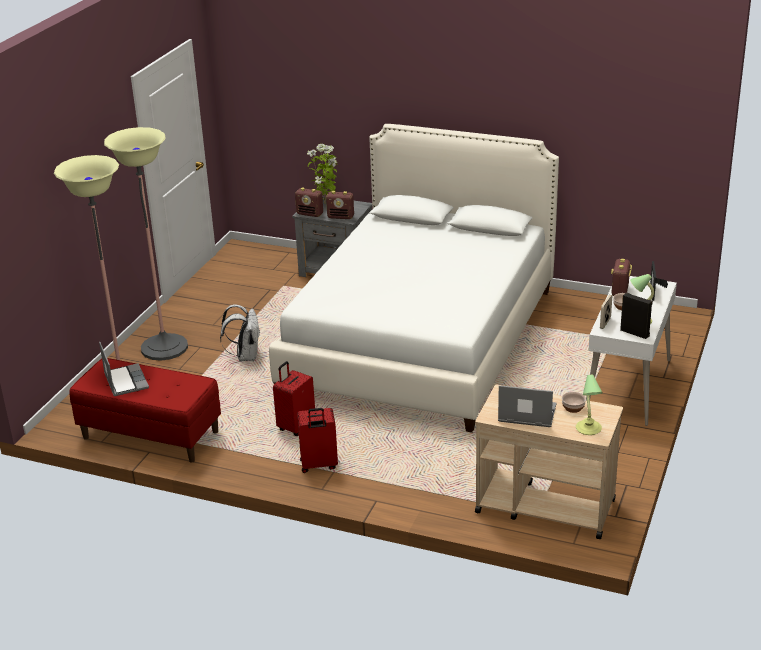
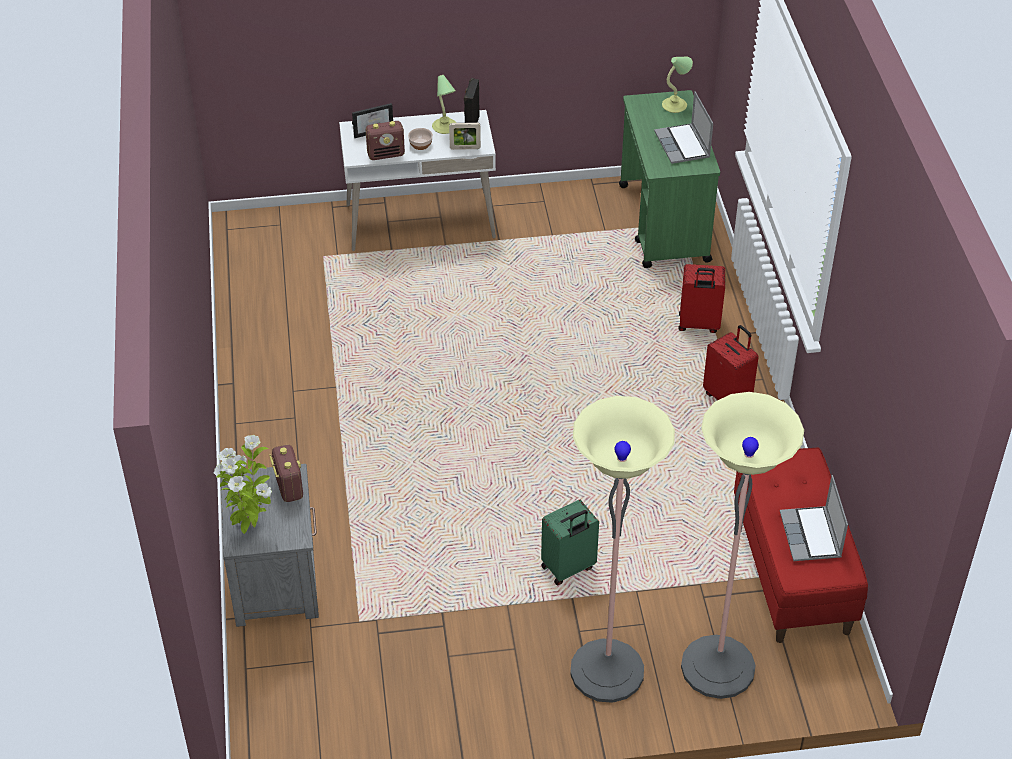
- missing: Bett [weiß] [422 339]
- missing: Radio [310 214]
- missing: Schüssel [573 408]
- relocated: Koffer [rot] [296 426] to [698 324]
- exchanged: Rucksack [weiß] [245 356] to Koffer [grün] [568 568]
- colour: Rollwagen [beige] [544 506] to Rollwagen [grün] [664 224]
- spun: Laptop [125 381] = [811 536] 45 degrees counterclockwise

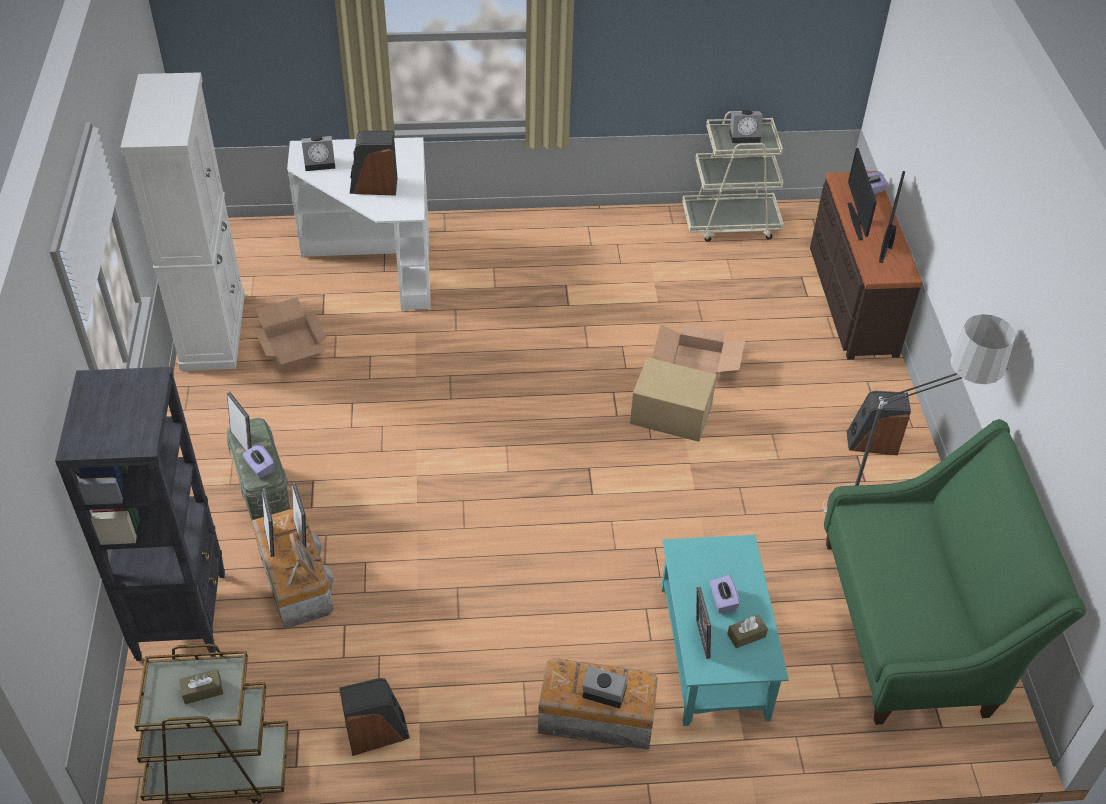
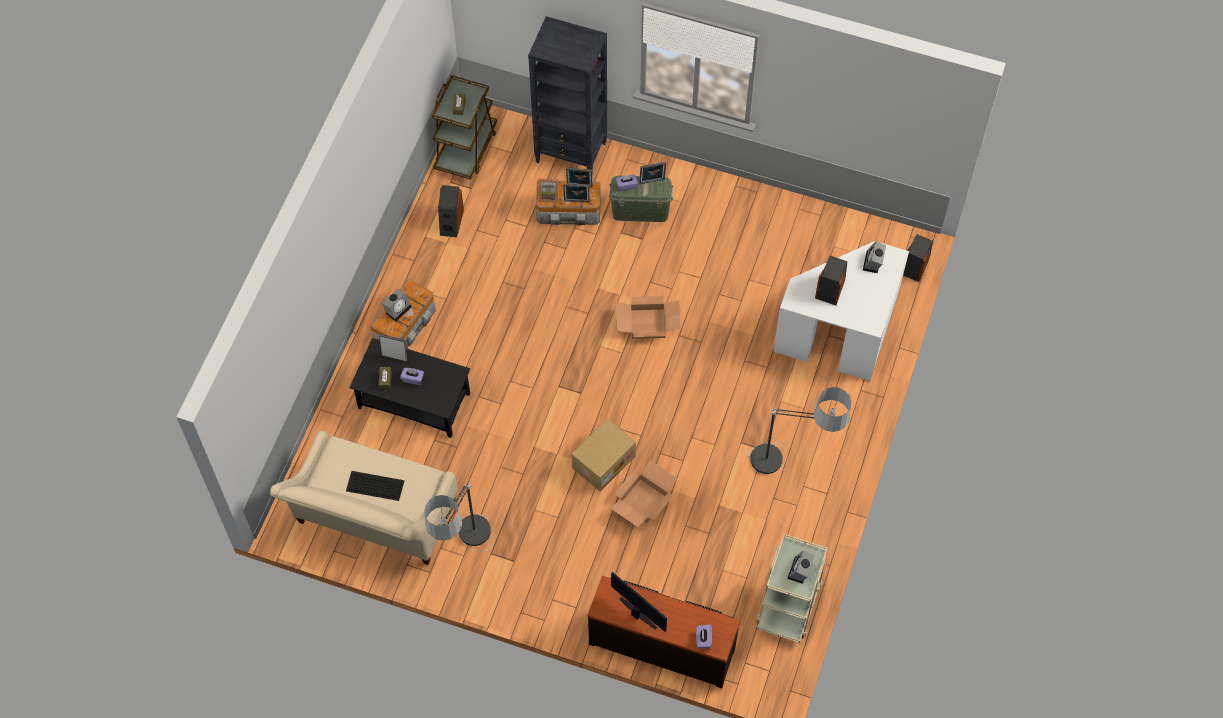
- missing: Schrank [weiß] [213 331]
- missing: Monitor [857 221]
- appeared: Tastatur [374 486]
- appeared: Stehlampe [791 467]
- relocated: Karton [291 347] to [648 323]
- relocated: Lautsprecher [872 442] to [915 265]
- colour: Couchtisch [türkis] [714 653] to Couchtisch [schwarz] [413 401]
- colour: Sofa [grün] [916 625] to Sofa [beige] [373 519]

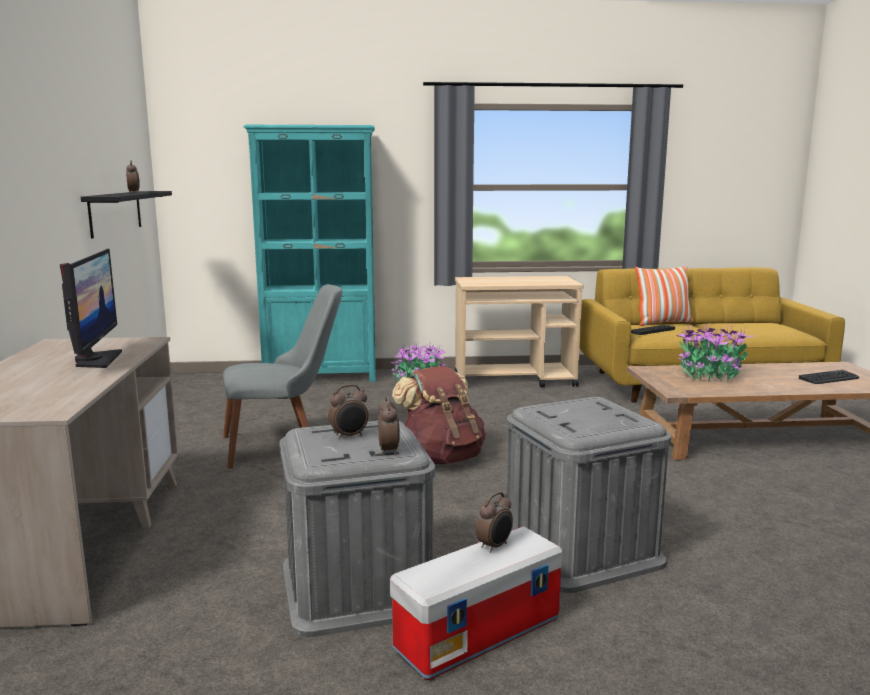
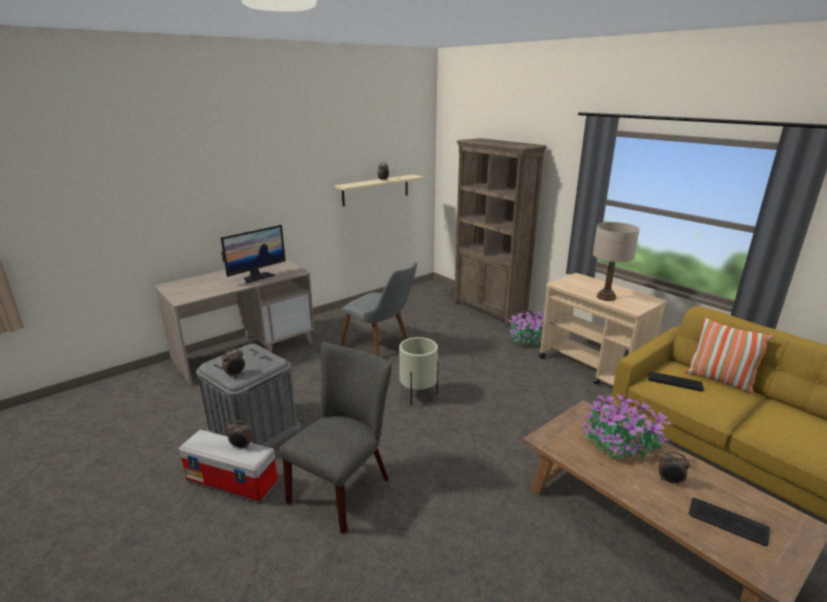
- appeared: Tischlampe [beige] [606 297]
- relocated: Wecker [349 436] to [670 481]
- exchanged: Rucksack [braun] [441 458] to Pflanzkübel [beige] [418 395]
- exchanged: Aufbewahrungsbox [grau] [579 549] to Stuhl [grau] [344 486]
- colour: Wandregal [schwarz] [115 212] to Wandregal [beige] [376 190]
- colour: Bücherregal [türkis] [321 376] to Bücherregal [braun] [489 310]

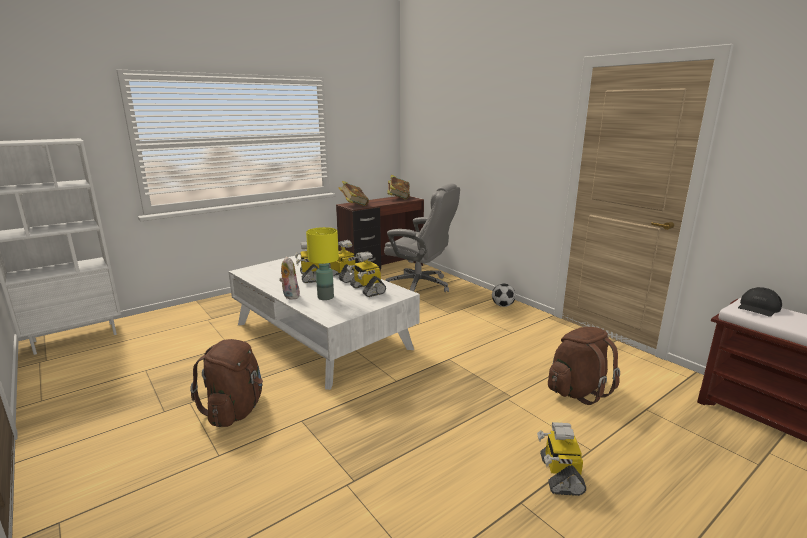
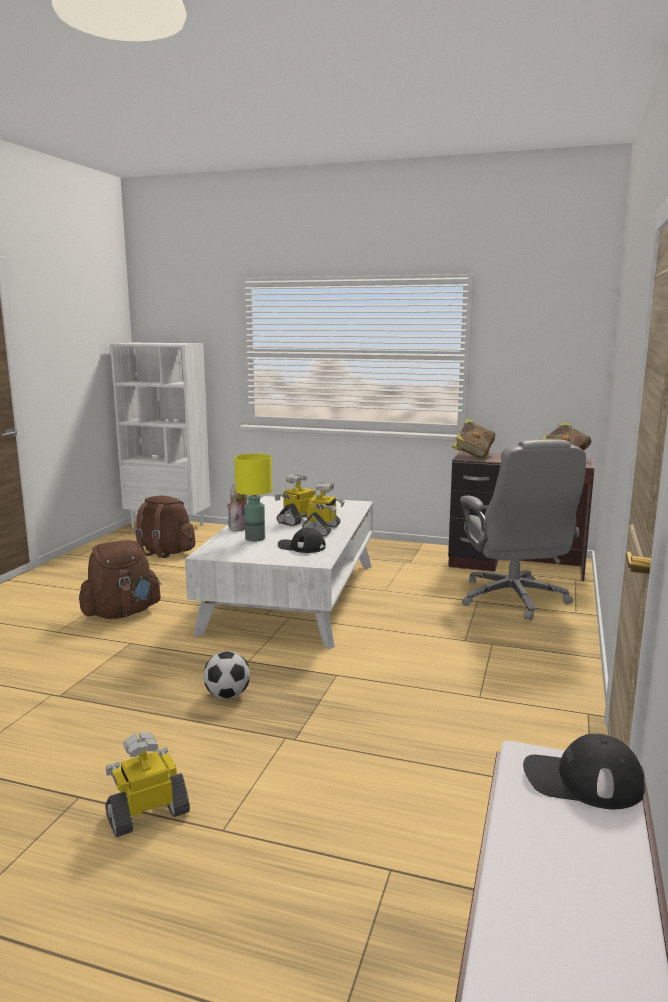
- relocated: Fußball [502 305] to [227 695]
- relocated: Rucksack [braun] [577 391] to [165 552]
- exchanged: Spielzeugroboter [367 290] to Kappe [schwarz] [301 547]

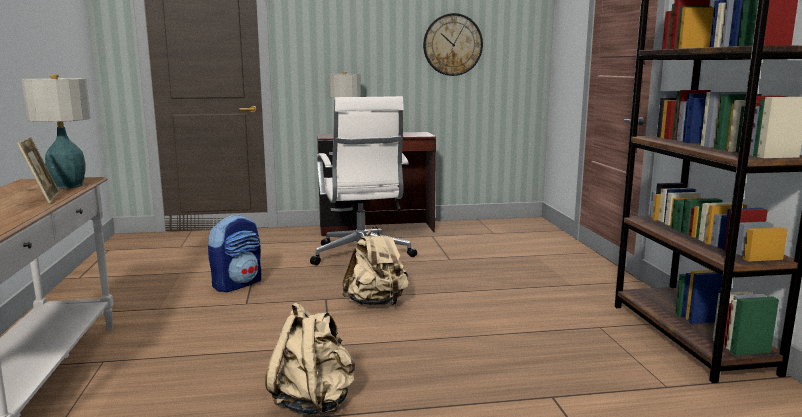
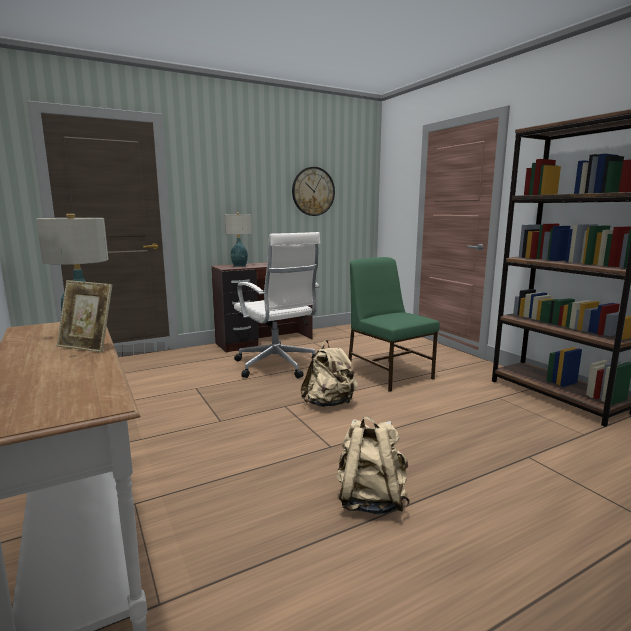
- missing: Rucksack [237 284]
- appeared: Stuhl [grün] [389 374]
- spun: Bilderrahmen [43 199] = [88 346] 150 degrees clockwise

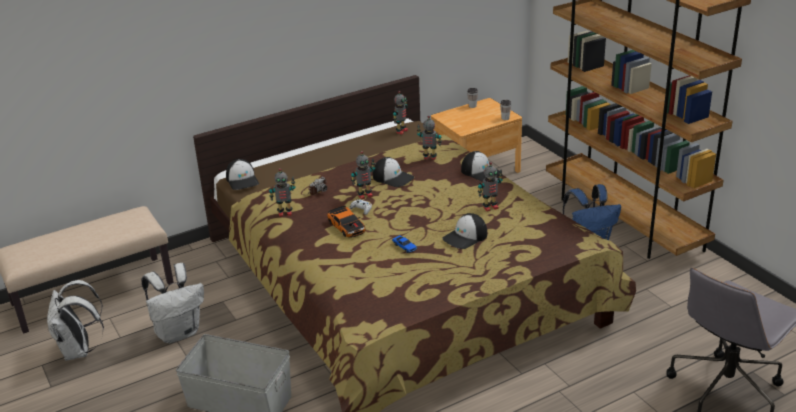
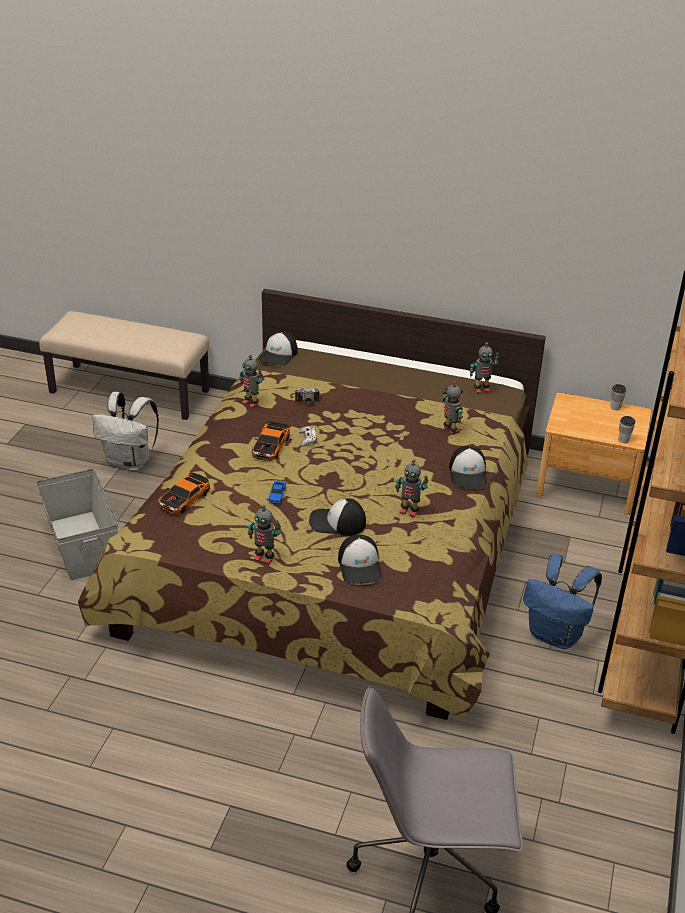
- missing: Rucksack [weiß] [79 351]
- appeared: Spielzeugauto [184 499]
- relocated: Spielzeugroboter [364 195] to [264 558]
- relocated: Kappe [393 177] to [360 566]

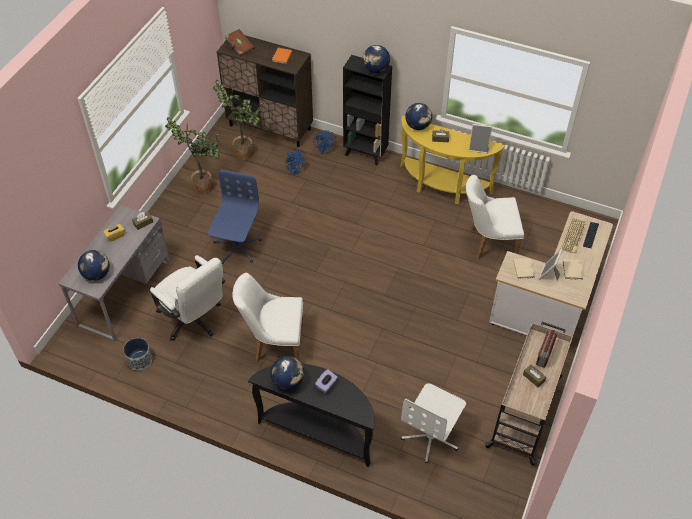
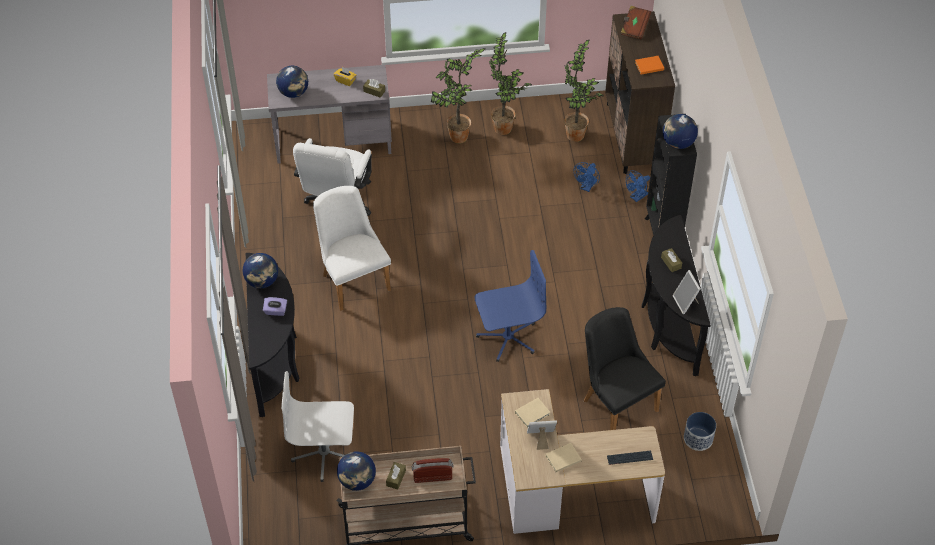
- missing: Tastatur [573 236]
- appeared: Topfpflanze [458 139]
- relocated: Pflanzkübel [140 360] to [698 439]
- relocated: Bürostuhl [blau] [236 247] to [507 337]
- relocated: Globus [418 126] to [357 481]
- colour: Konsolentisch [gelb] [442 187] to Konsolentisch [schwarz] [667 324]
- colour: Stuhl [weiß] [488 243] to Stuhl [schwarz] [615 401]

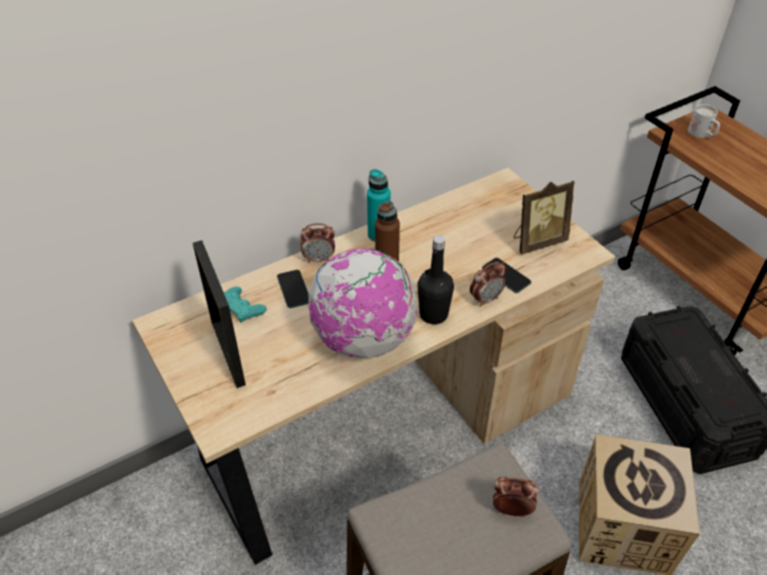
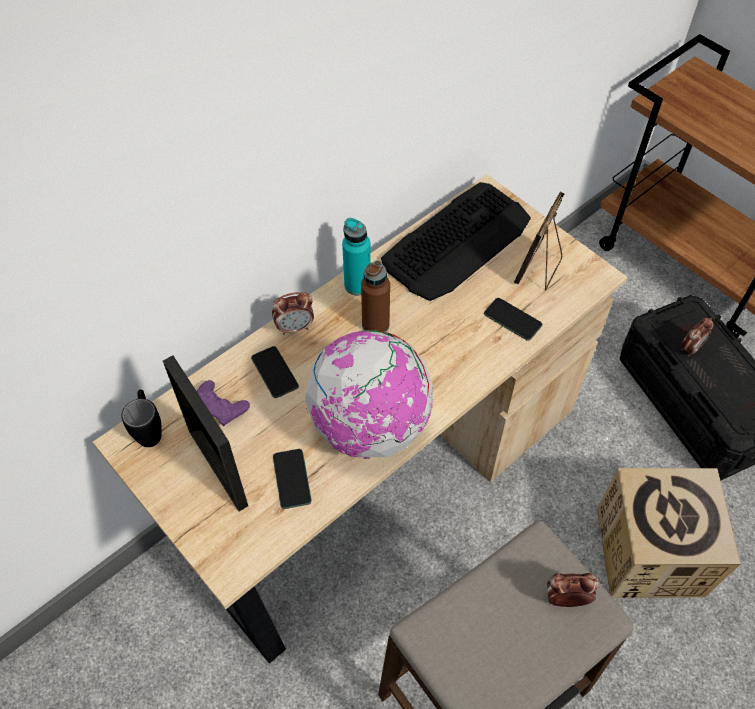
- missing: Flasche [schwarz] [433 314]
- missing: Henkelbecher [weiß] [702 134]
- appeared: Henkelbecher [schwarz] [149 430]
- appeared: Handy [292 479]
- appeared: Tastatur [457 241]
- relocated: Wecker [486 299] to [690 348]
- colour: Gamepad [türkis] [242 308] to Gamepad [lila] [220 407]
- spun: Bilderrahmen [537 241] = [539 269] 150 degrees clockwise

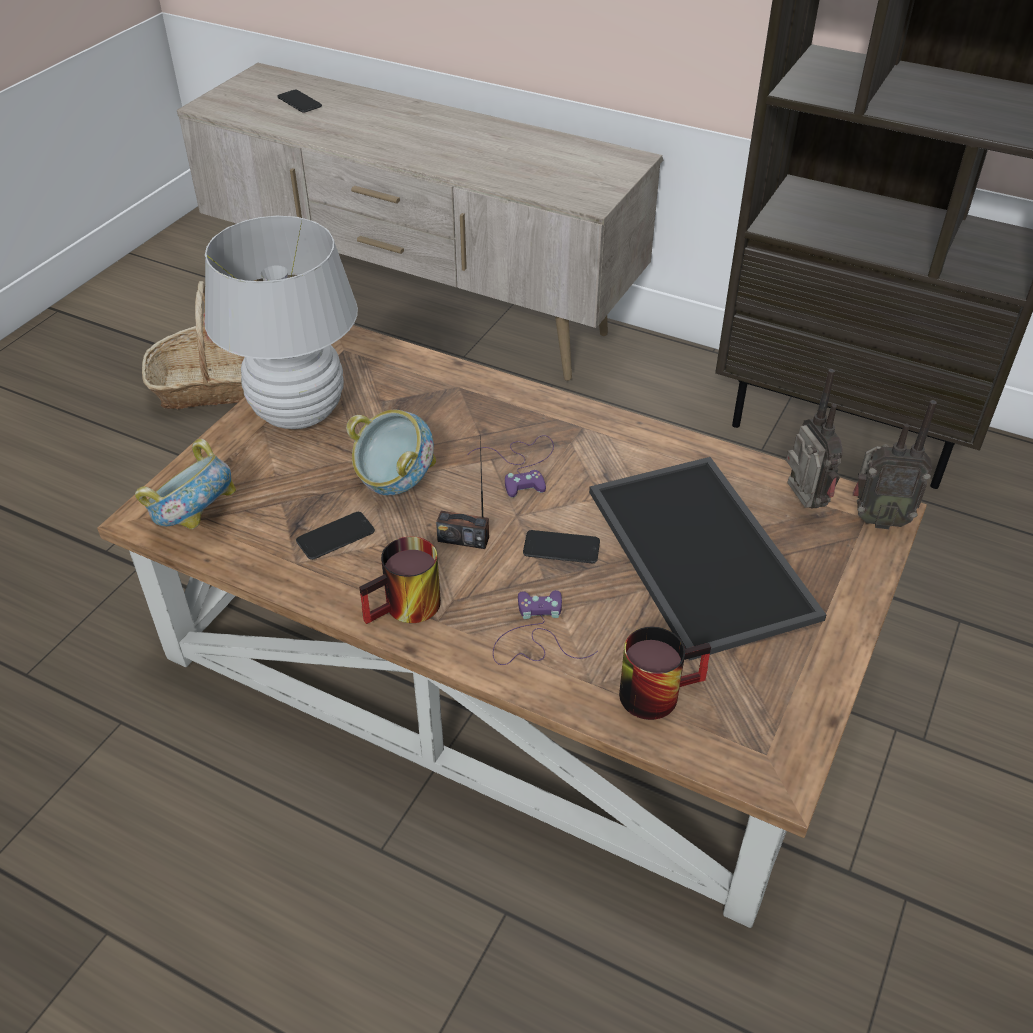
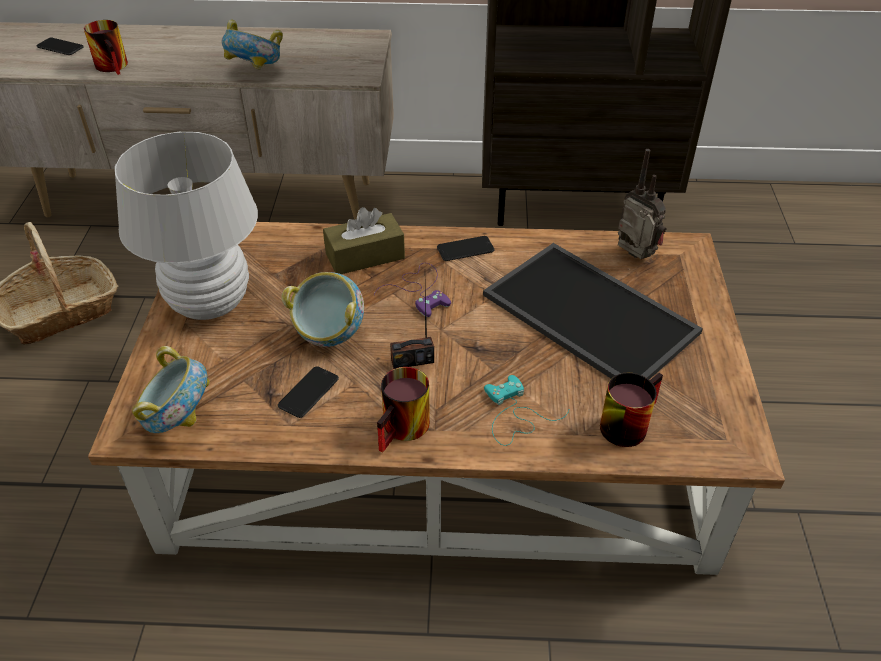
- missing: Radio [877 519]
- appeared: Henkelbecher [116 66]
- appeared: Schüssel [256 72]
- appeared: Taschentuchbox [braun] [365 256]
- relocated: Handy [561 548] to [465 249]
- colour: Gamepad [lila] [535 635] to Gamepad [türkis] [514 414]

